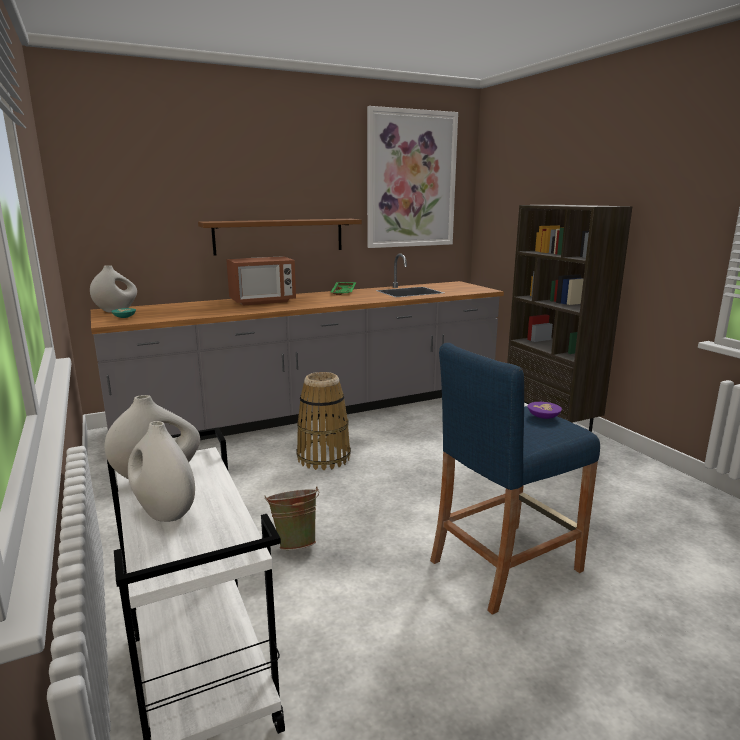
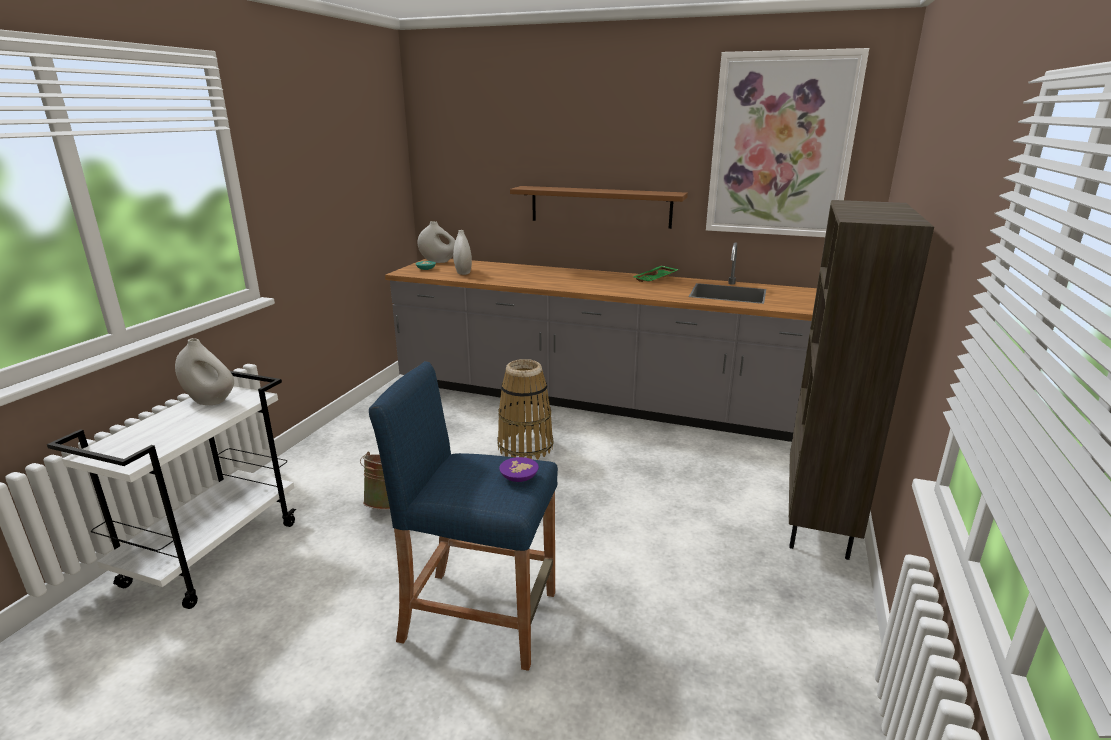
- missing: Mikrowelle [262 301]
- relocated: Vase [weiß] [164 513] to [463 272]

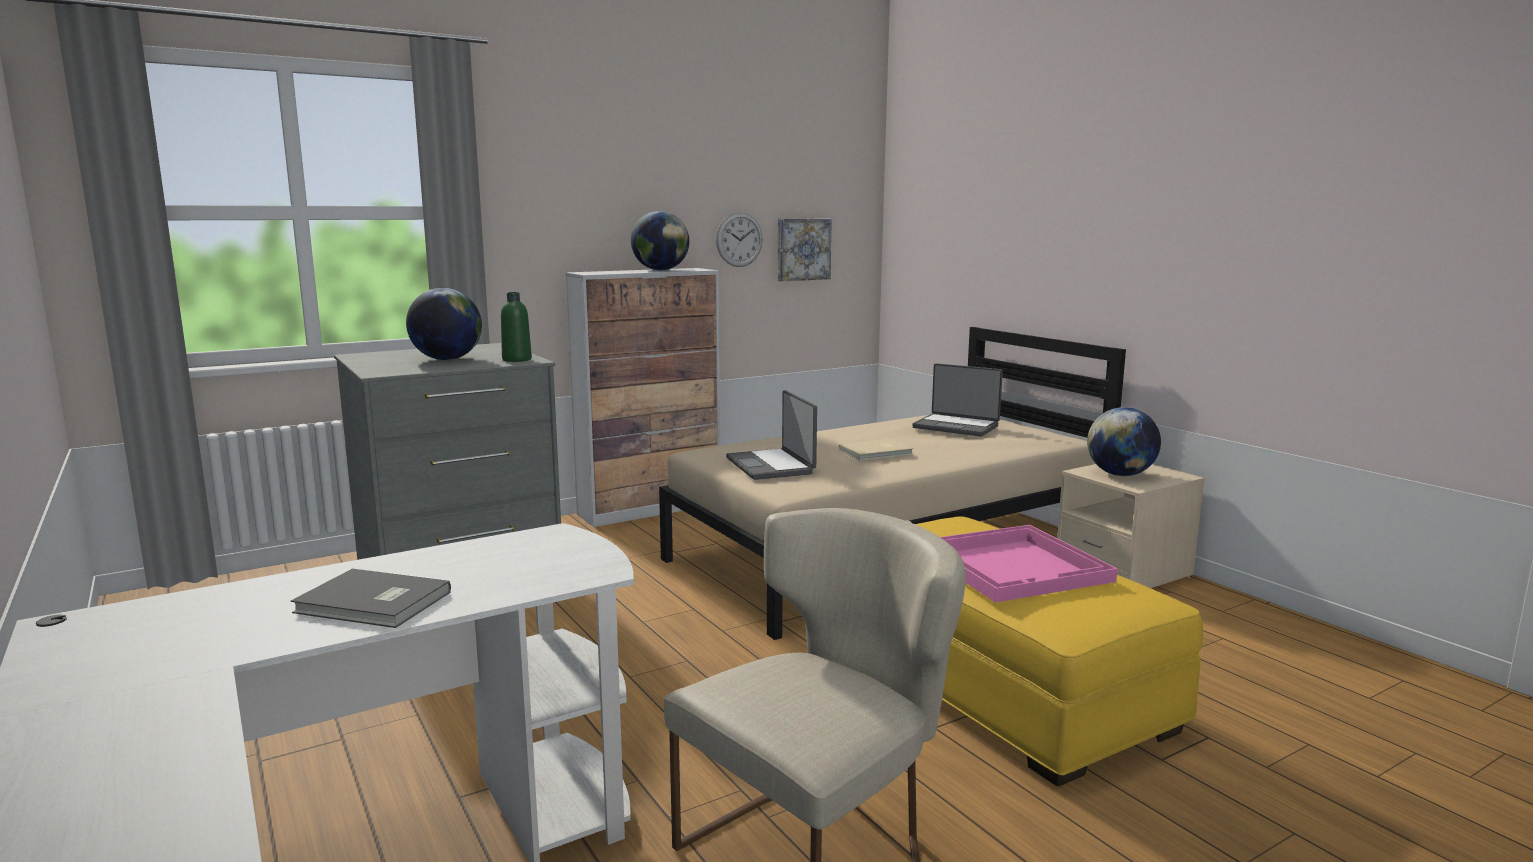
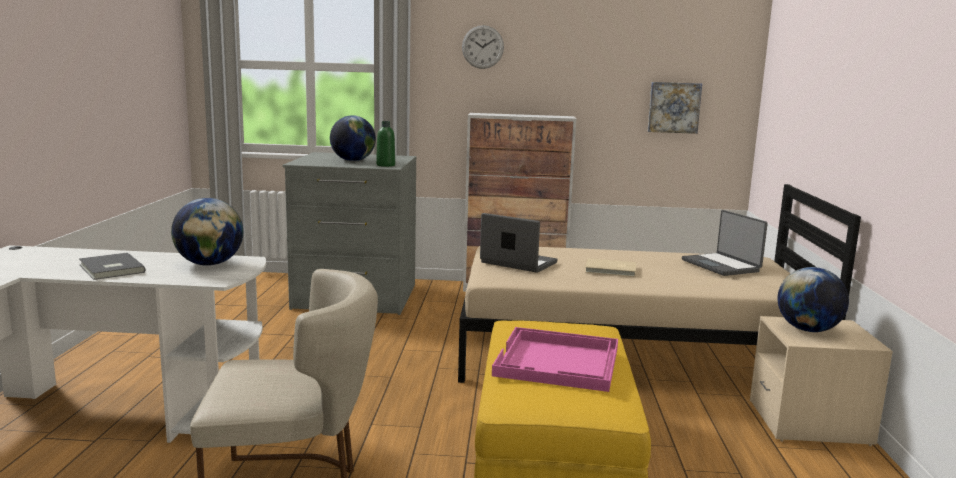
- relocated: Globus [660 270] to [209 264]
- relocated: Wanduhr [739 239] to [482 47]
- spun: Laptop [771 466] = [517 263] 105 degrees clockwise

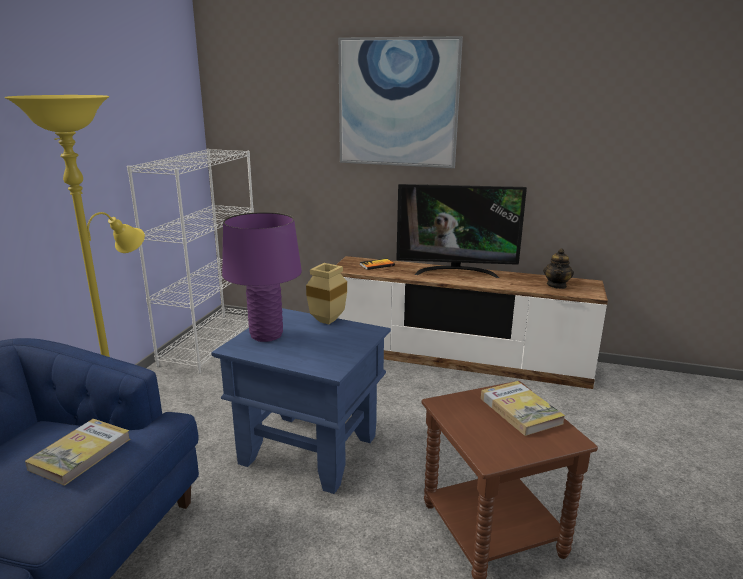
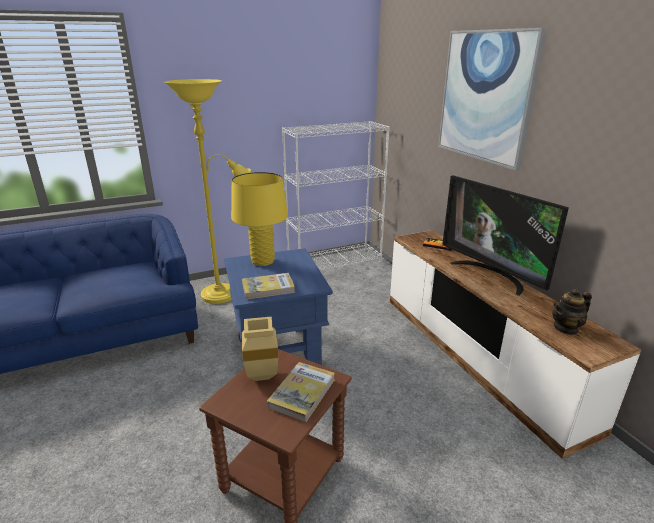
- relocated: Buch [81 454] to [268 288]
- relocated: Vase [beige] [327 322] to [260 377]
- colour: Tischlampe [lila] [266 335] to Tischlampe [gelb] [263 261]

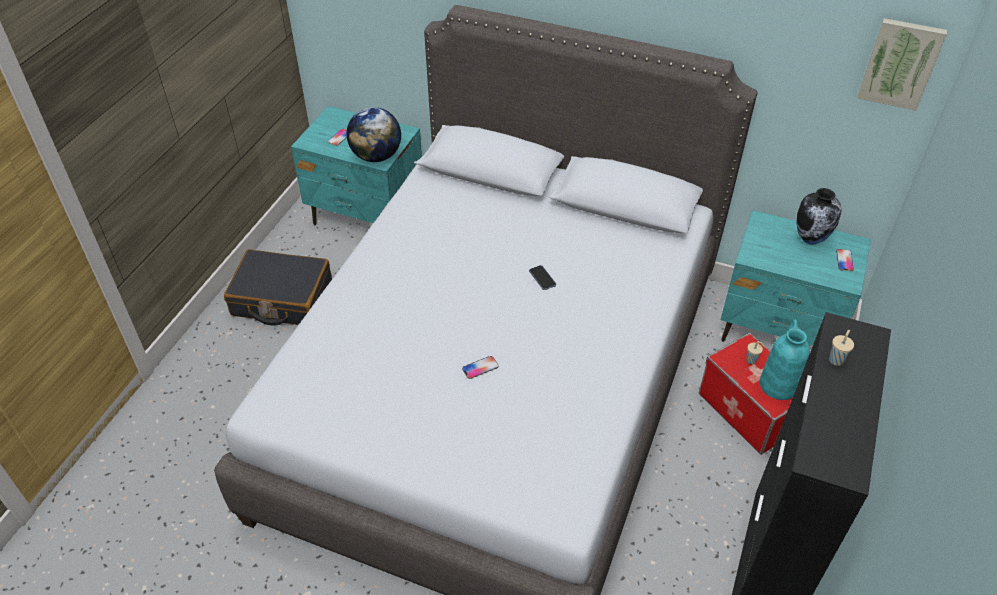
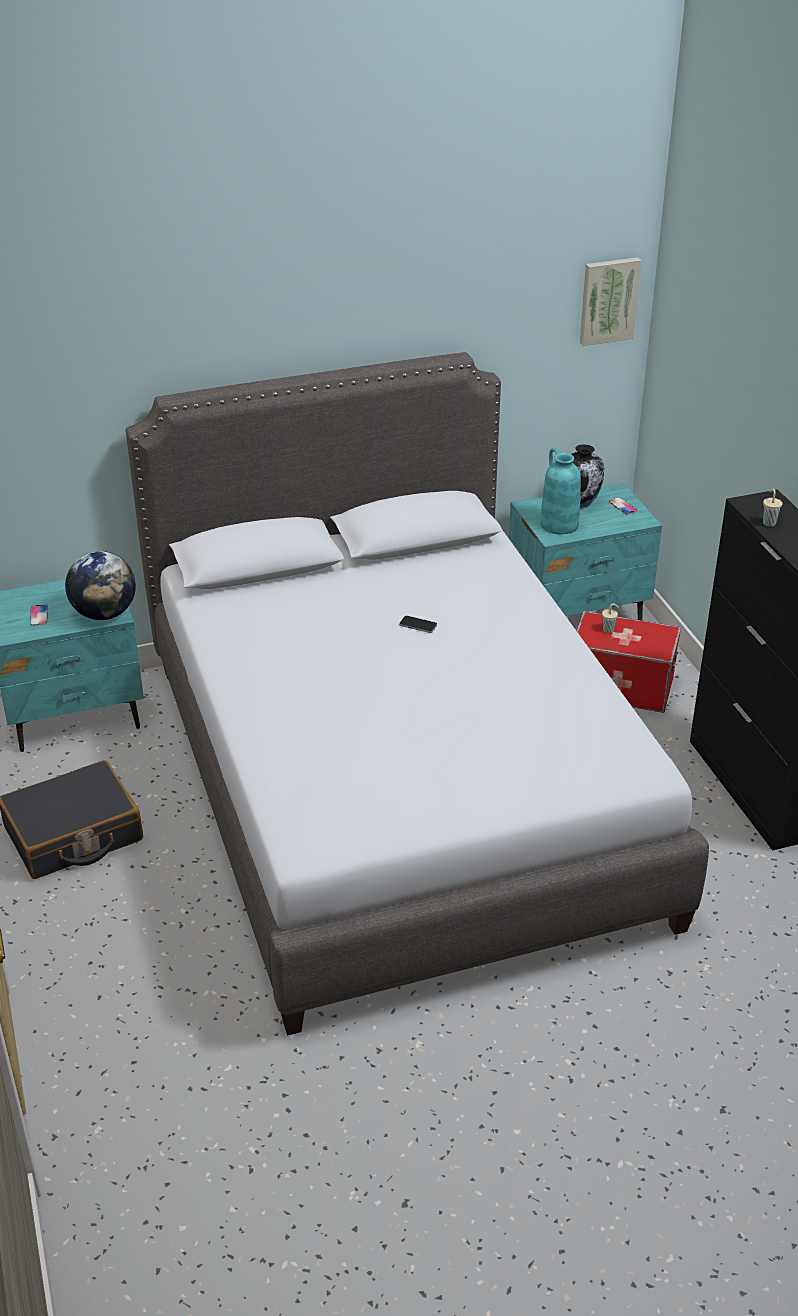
- missing: Handy [480 368]
- relocated: Vase [türkis] [778 384] to [558 524]

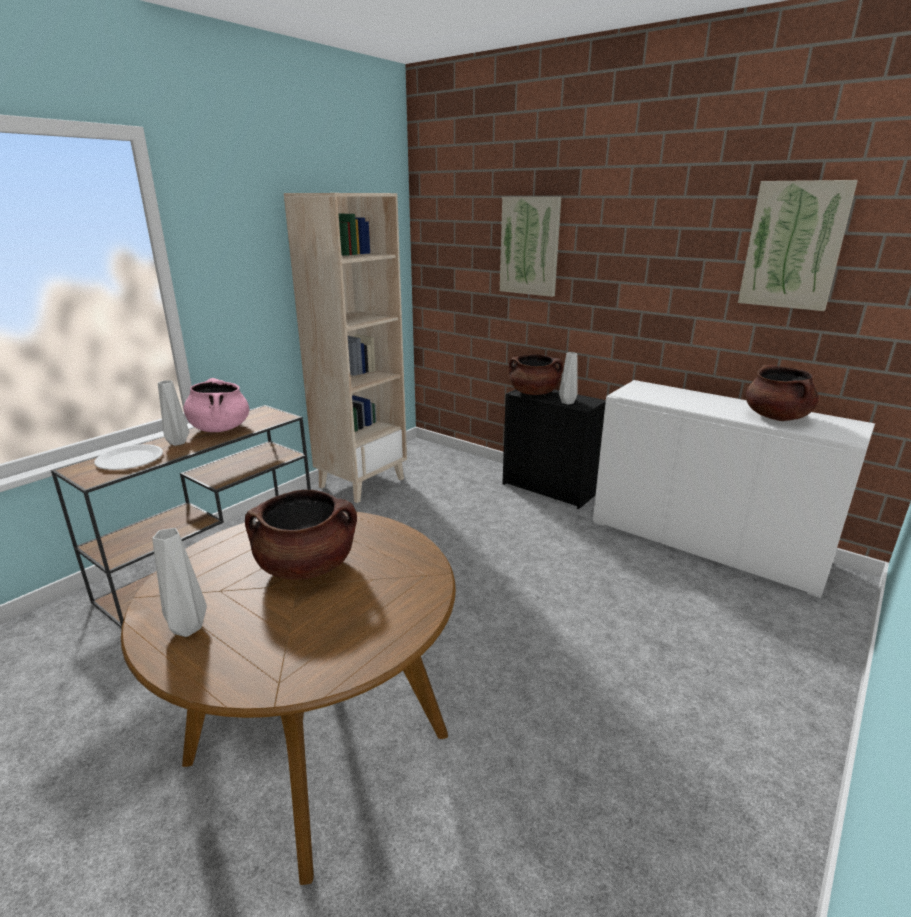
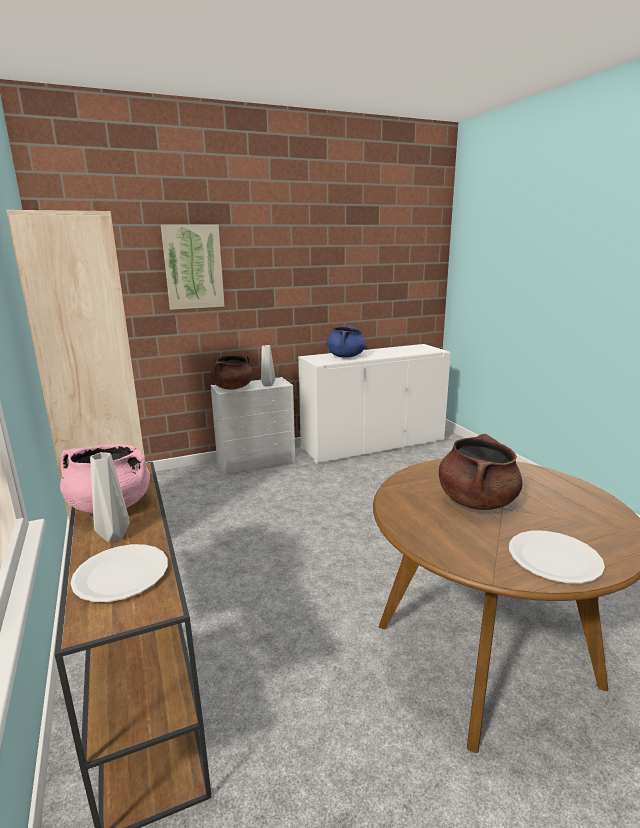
- missing: Bild [794 245]
- missing: Kochtopf [braun] [776 417]
- appeared: Kochtopf [blau] [345 356]
- exchanged: Vase [grau] [189 629] to Teller [weiß] [554 558]
- colour: Kommode [schwarz] [550 489] to Kommode [weiß] [257 462]

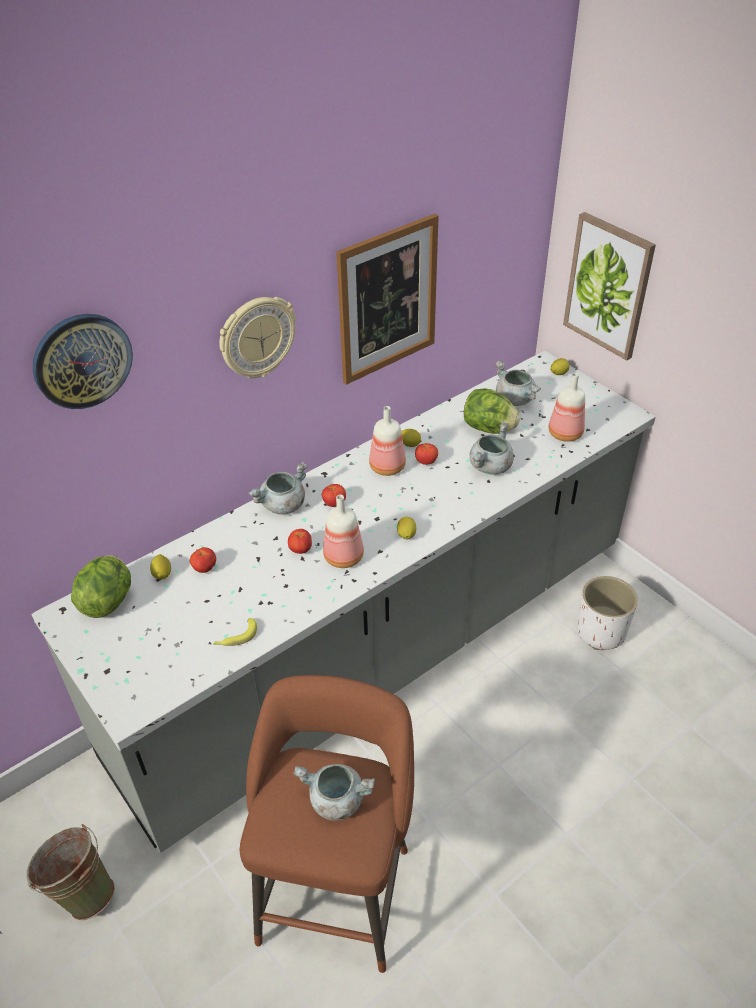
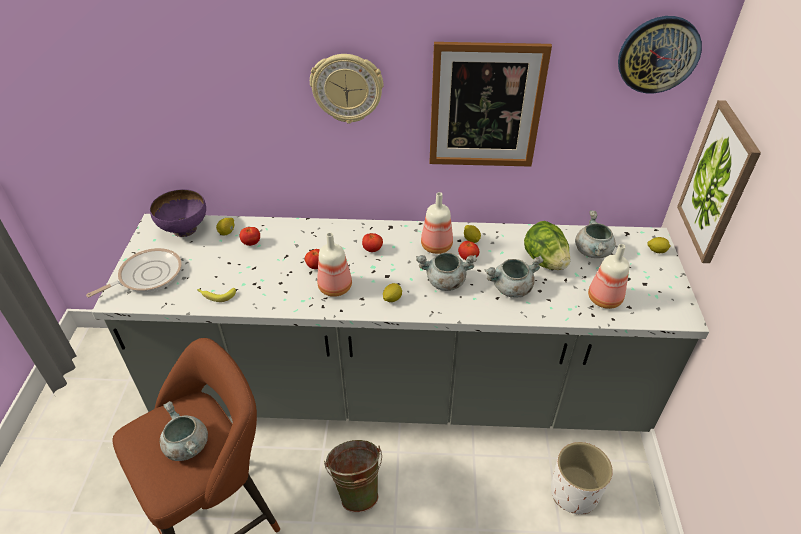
- appeared: Pfanne [147 275]
- relocated: Eimer [grün] [82 891] to [357 489]
- relocated: Wanduhr [82 360] to [658 54]
- relocated: Kochtopf [grau] [282 506] to [444 282]
- exchanged: Salatkopf [108 600] to Schüssel [lila] [184 230]

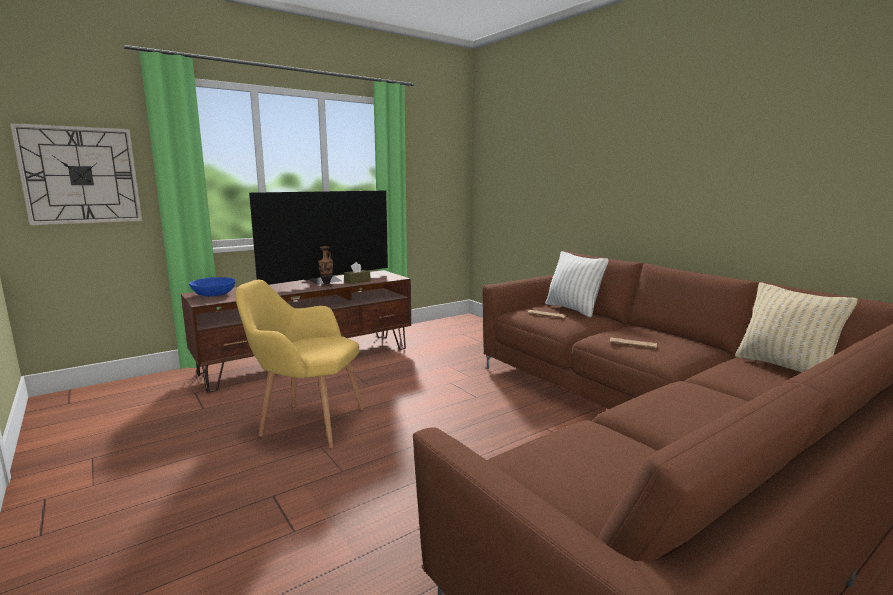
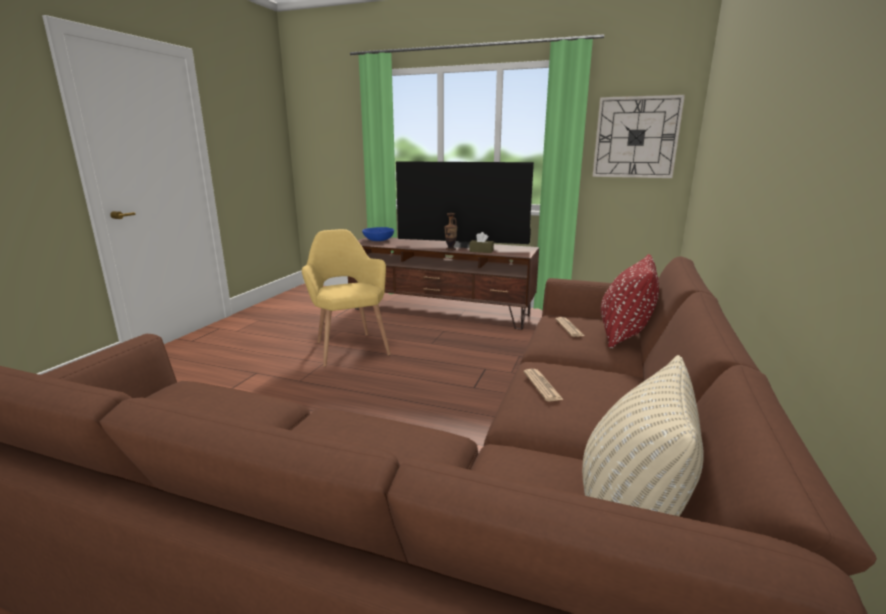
- relocated: Wanduhr [81 175] to [636 137]
- colour: Kissen [weiß] [572 309] to Kissen [rot] [624 335]

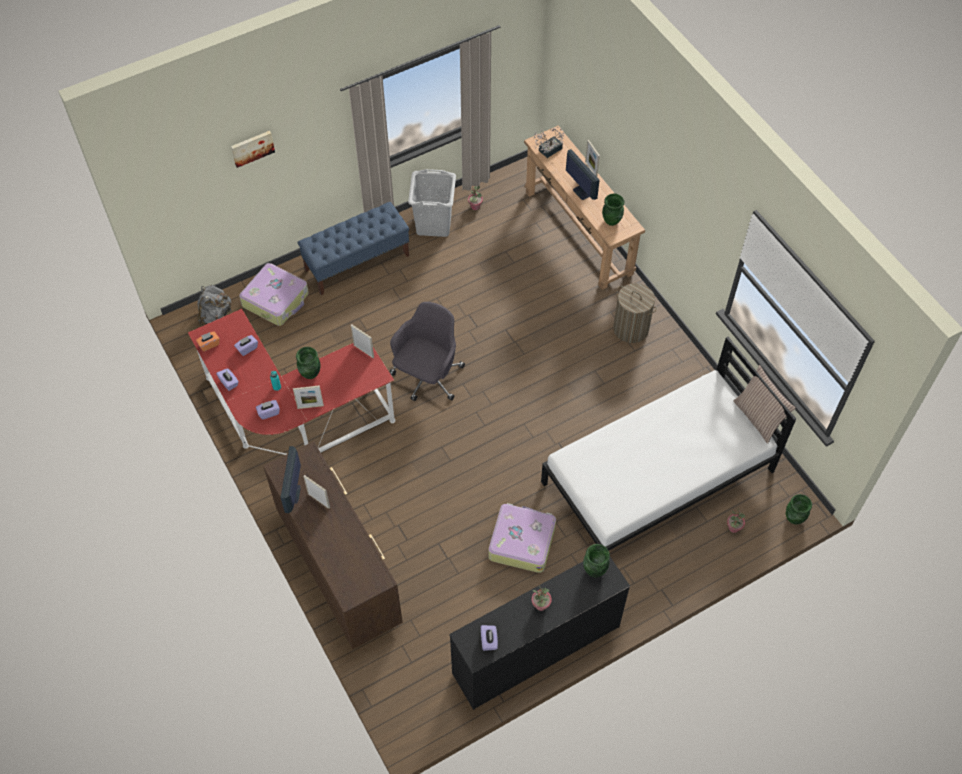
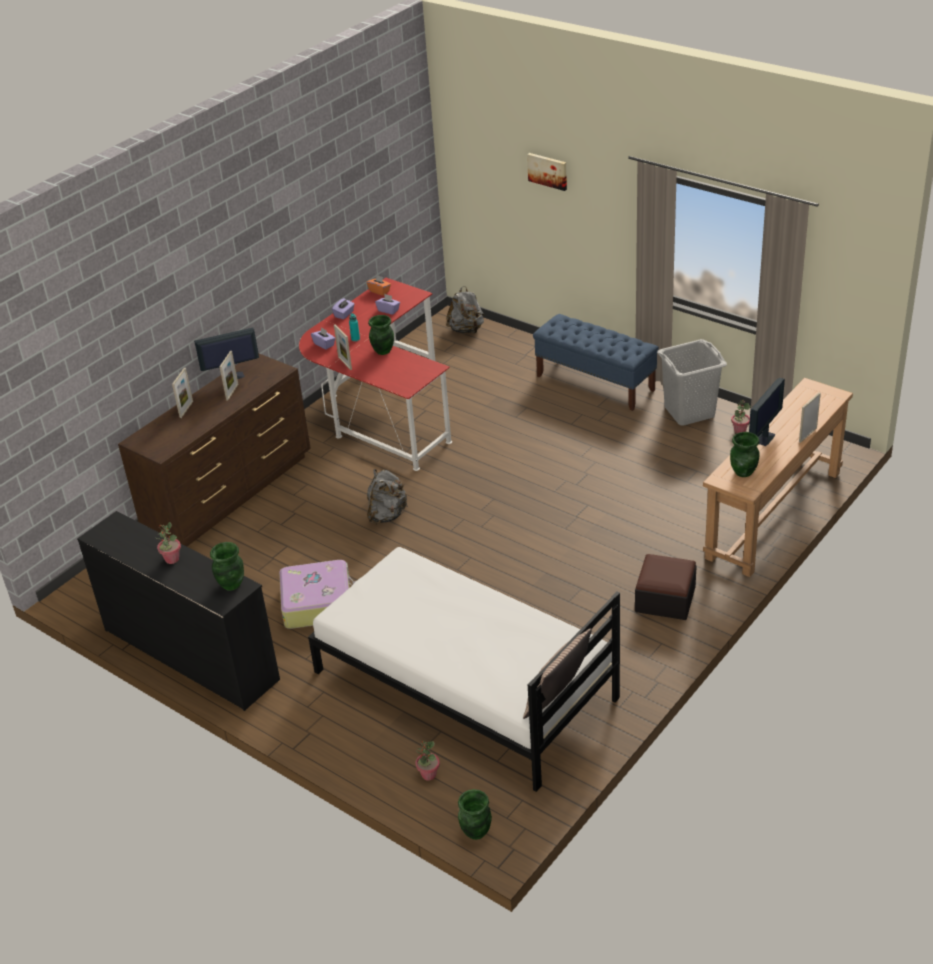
- missing: Koffer [276 300]
- missing: Bürostuhl [grau] [427 377]
- missing: Taschentuchbox [lila] [489 641]
- missing: Topfpflanze [548 150]
- appeared: Rucksack [grau] [387 515]
- relocated: Bilderrahmen [363 351] to [186 409]
- exchanged: Wäschekorb [631 328] to Polsterhocker [665 599]

